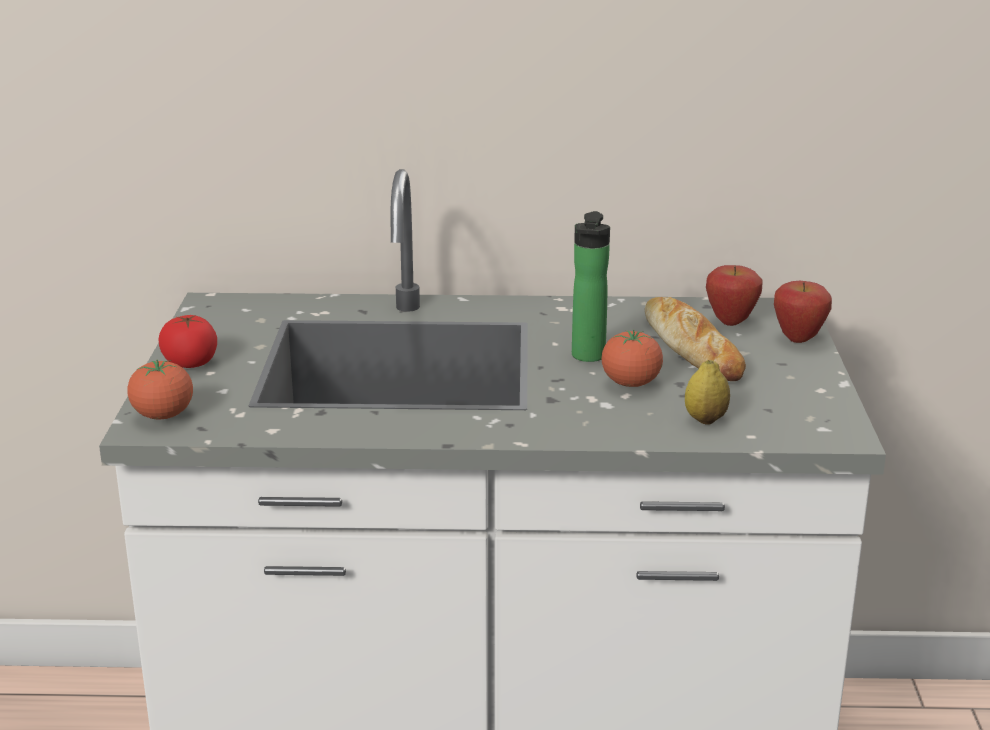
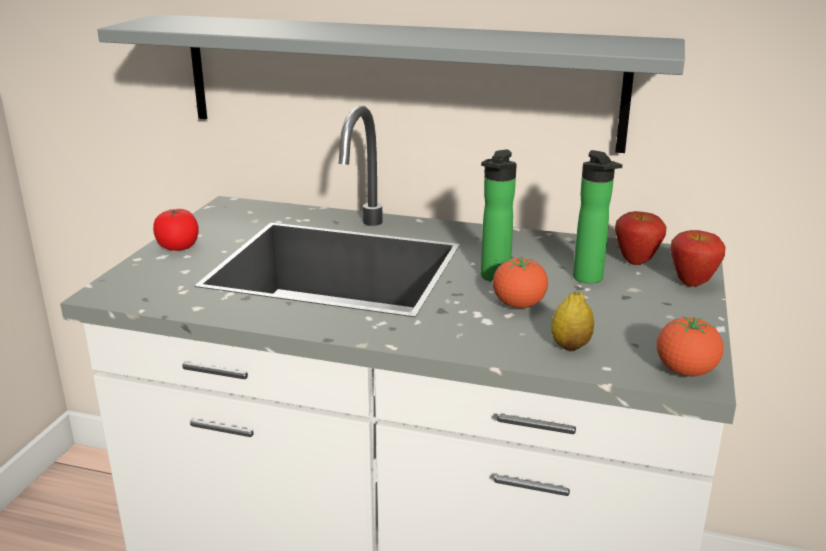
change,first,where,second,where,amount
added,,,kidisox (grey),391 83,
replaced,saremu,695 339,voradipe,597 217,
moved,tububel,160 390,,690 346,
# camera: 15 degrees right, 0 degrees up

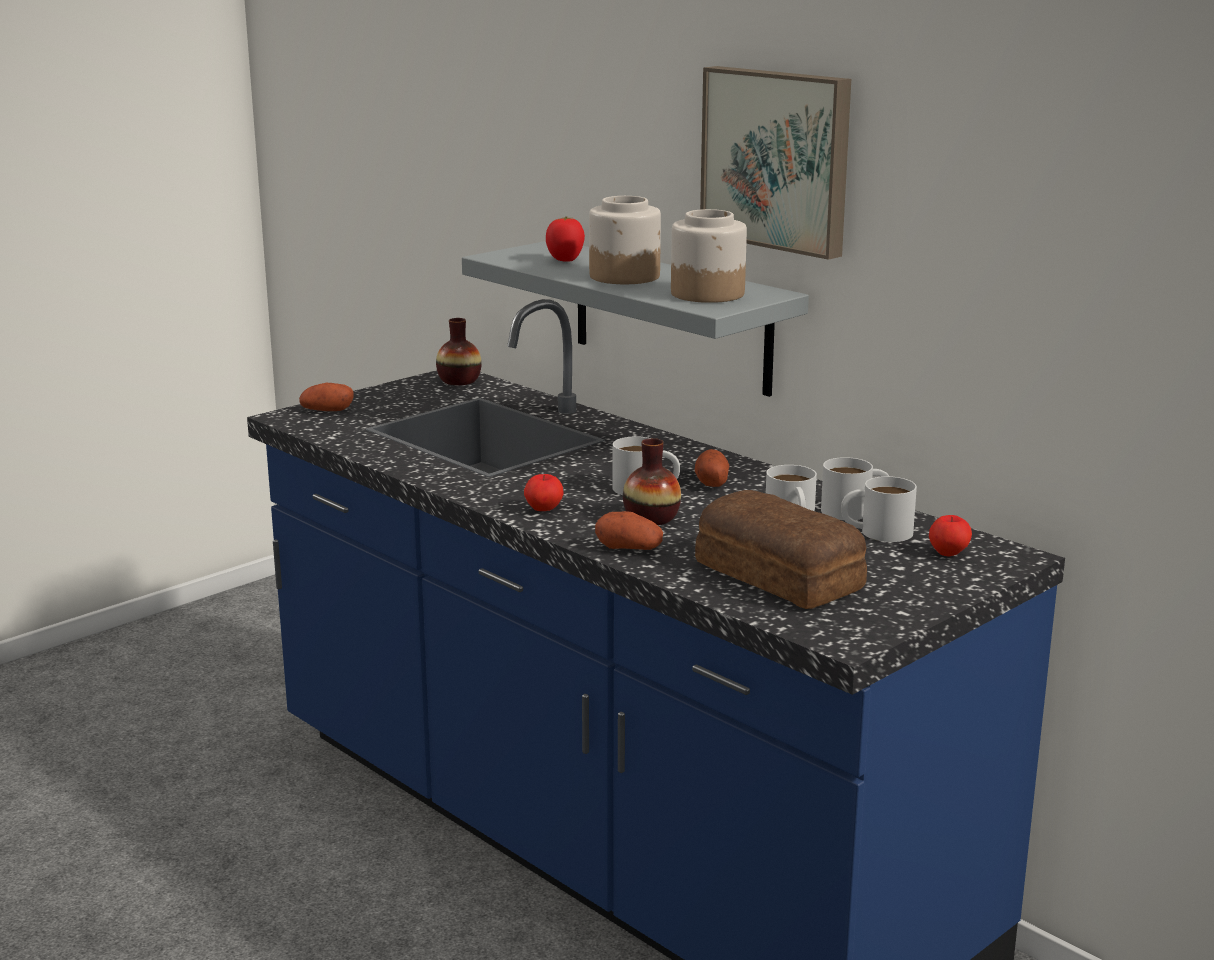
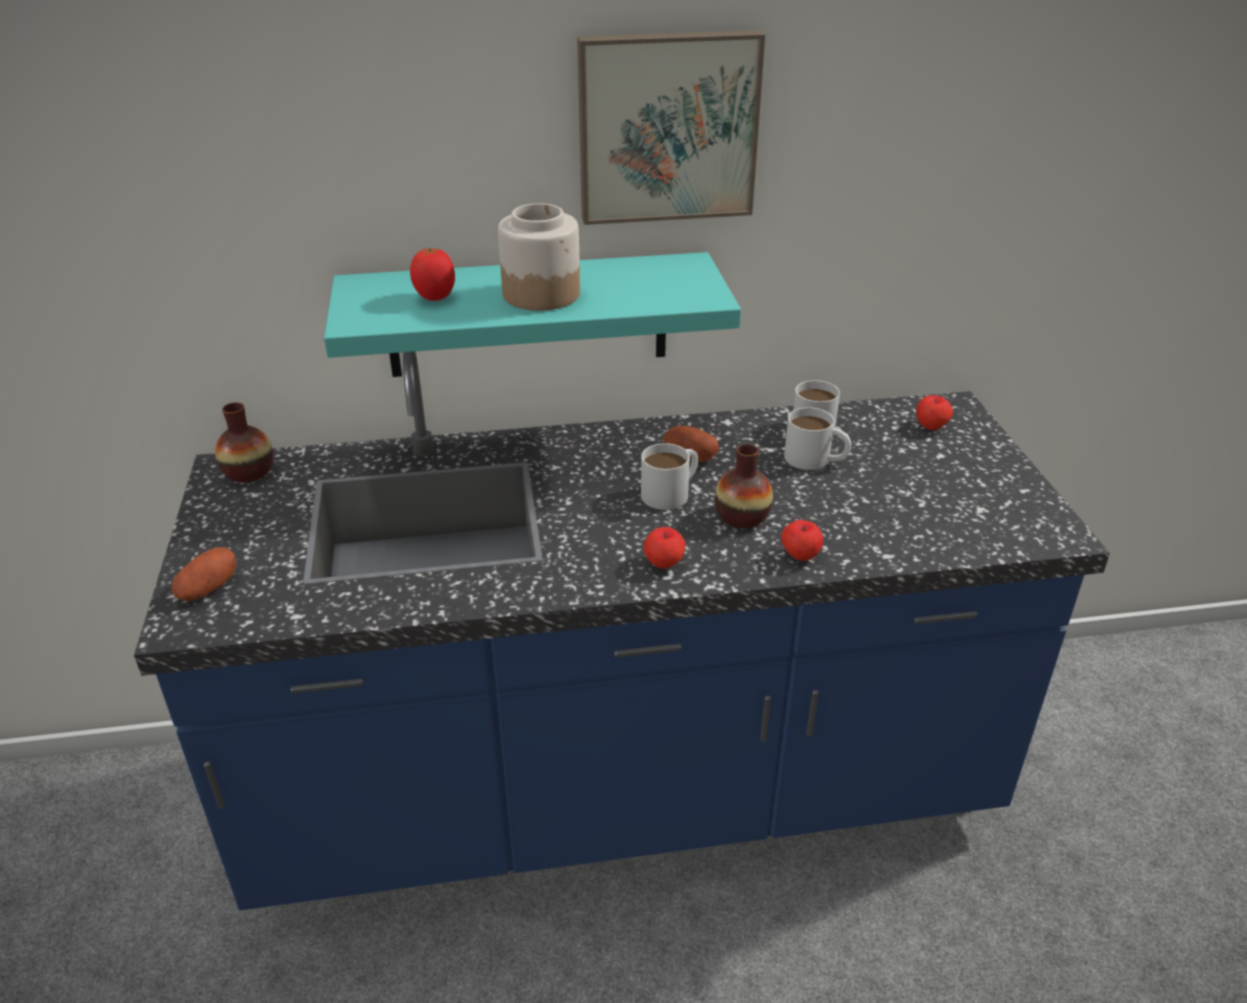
change,first,where,second,where,amount
recoloured,kidisox (grey),635 319,kidisox (turquoise),532 314,
replaced,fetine,629 530,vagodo,802 540,
removed,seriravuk,709 256,,,
removed,saremu,781 549,,,
removed,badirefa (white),879 509,,,
# camera: 55 degrees left, 15 degrees up

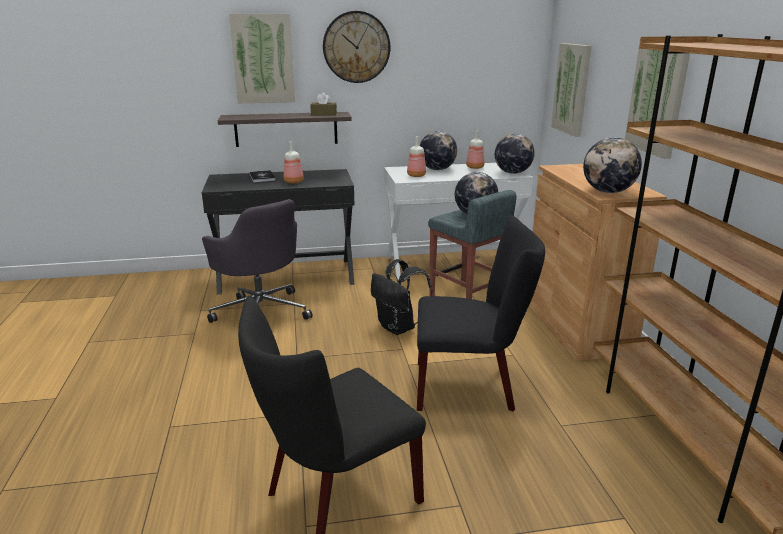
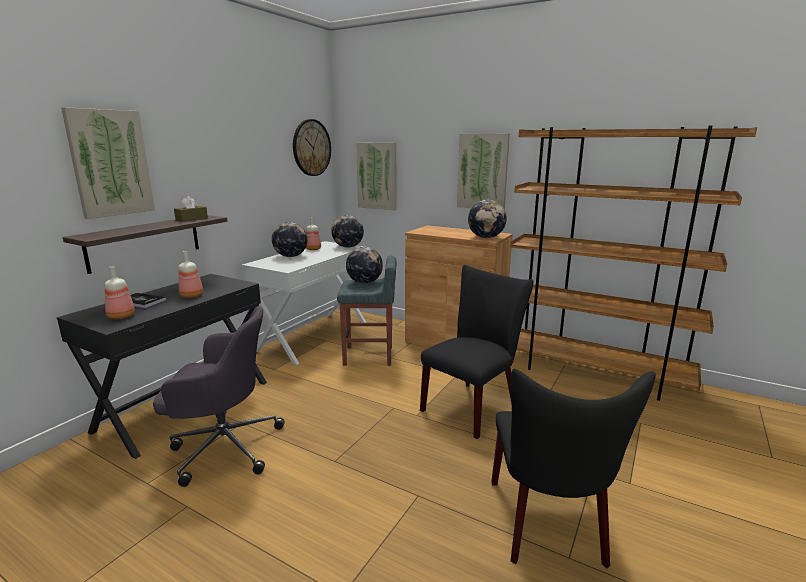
change,first,where,second,where,amount
moved,voradipe,416 156,,120 292,
moved,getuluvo,356 47,,312 147,
removed,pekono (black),401 297,,,
# camera: 50 degrees left, 5 degrees down

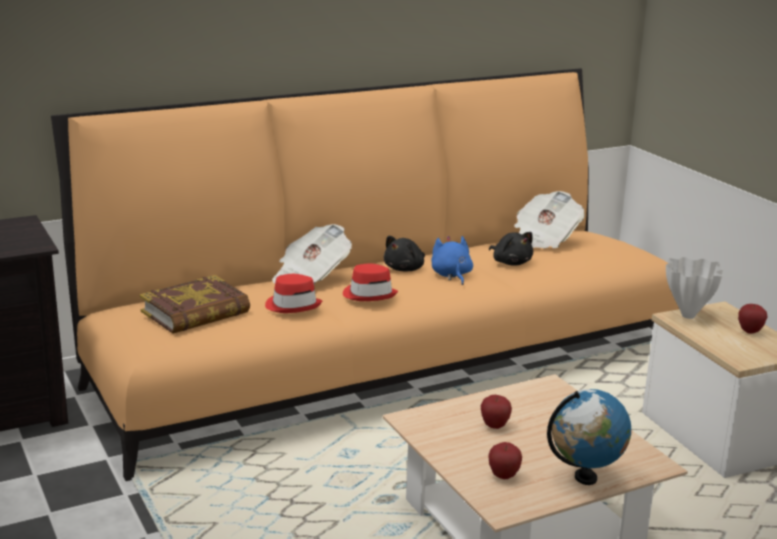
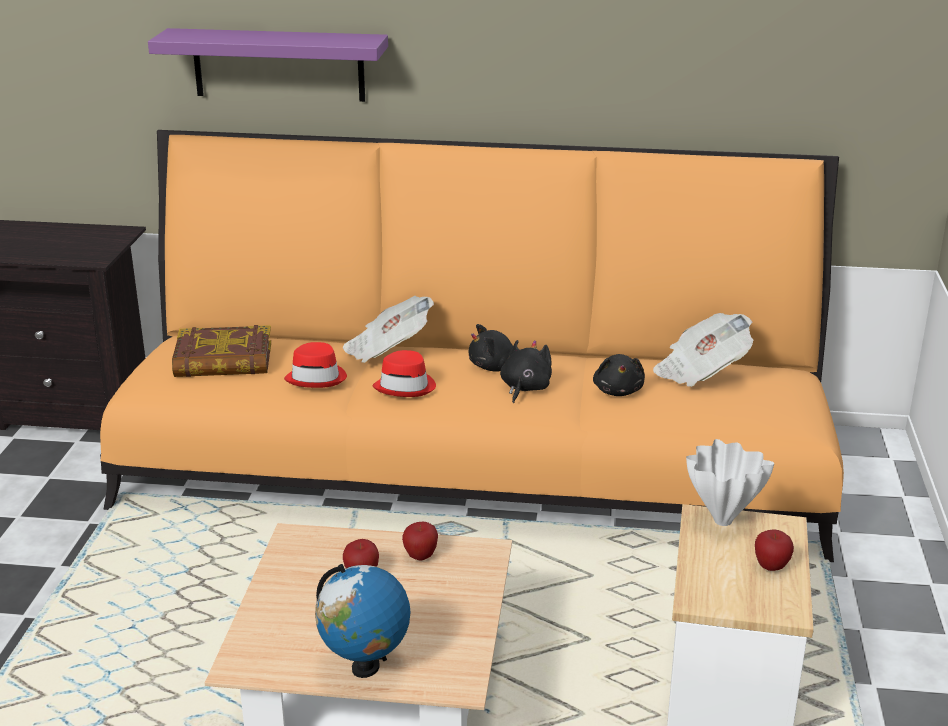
change,first,where,second,where,amount
added,,,kidisox (purple),268 65,
moved,vagodo,505 460,,420 541,
recoloured,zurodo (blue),452 260,zurodo (black),526 371,
# camera: 35 degrees right, 5 degrees up

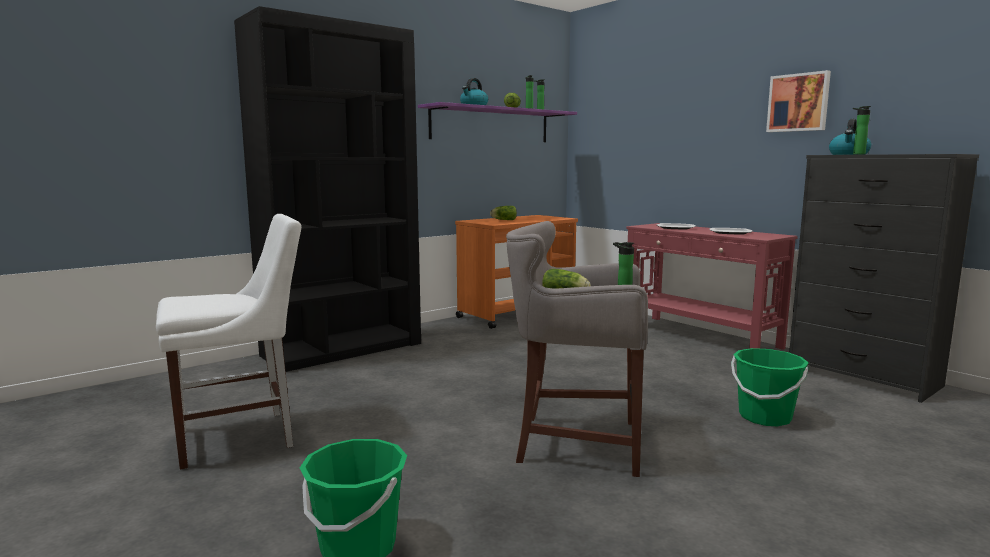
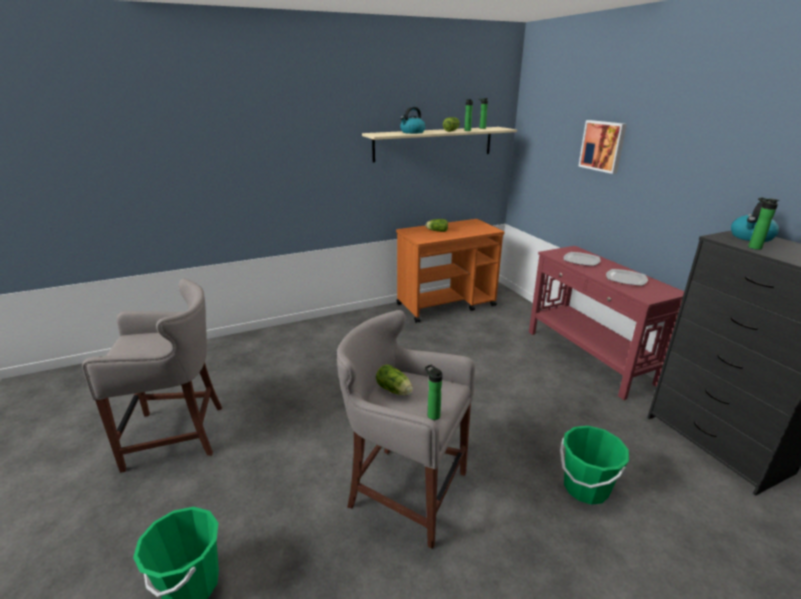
change,first,where,second,where,amount
replaced,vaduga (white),228 342,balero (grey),152 375,
recoloured,kidisox (purple),497 122,kidisox (beige),439 144,
moved,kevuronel,798 101,,603 147,
removed,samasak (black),327 189,,,
# camera: 15 degrees right, 15 degrees up

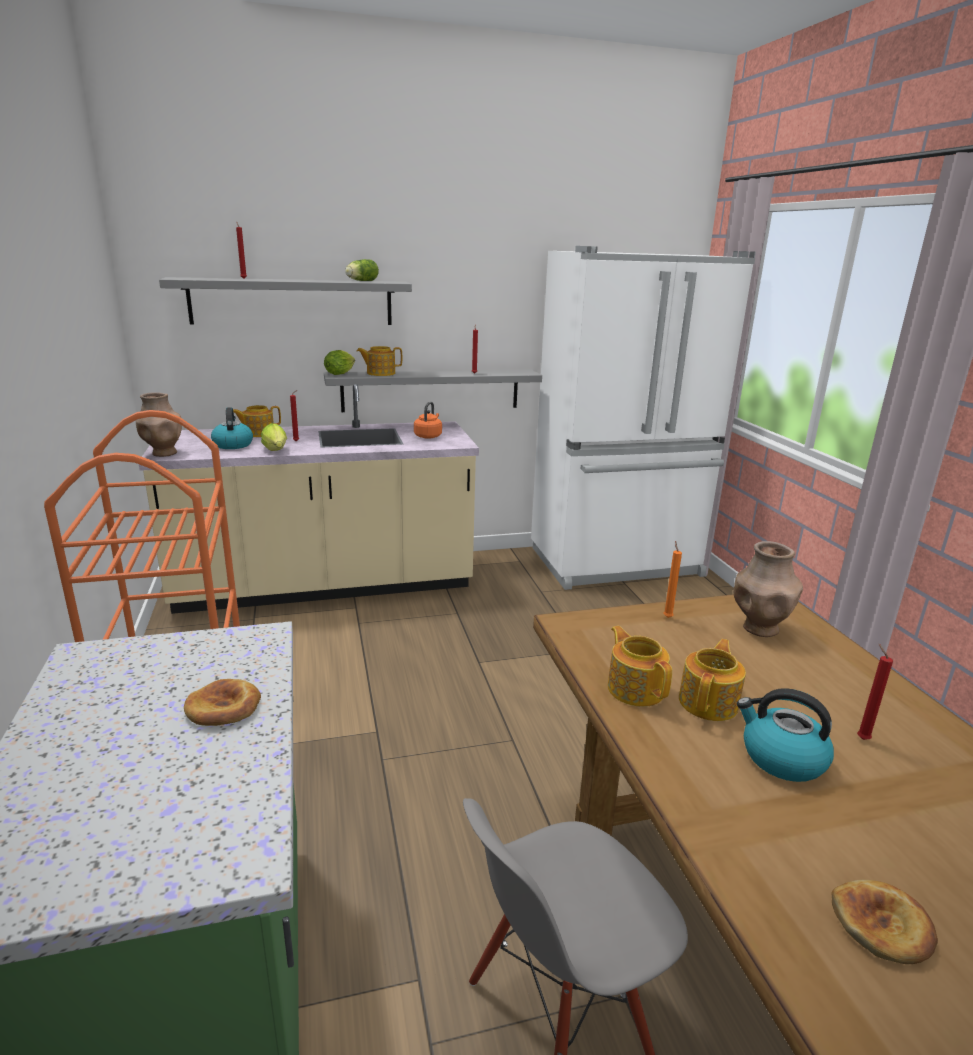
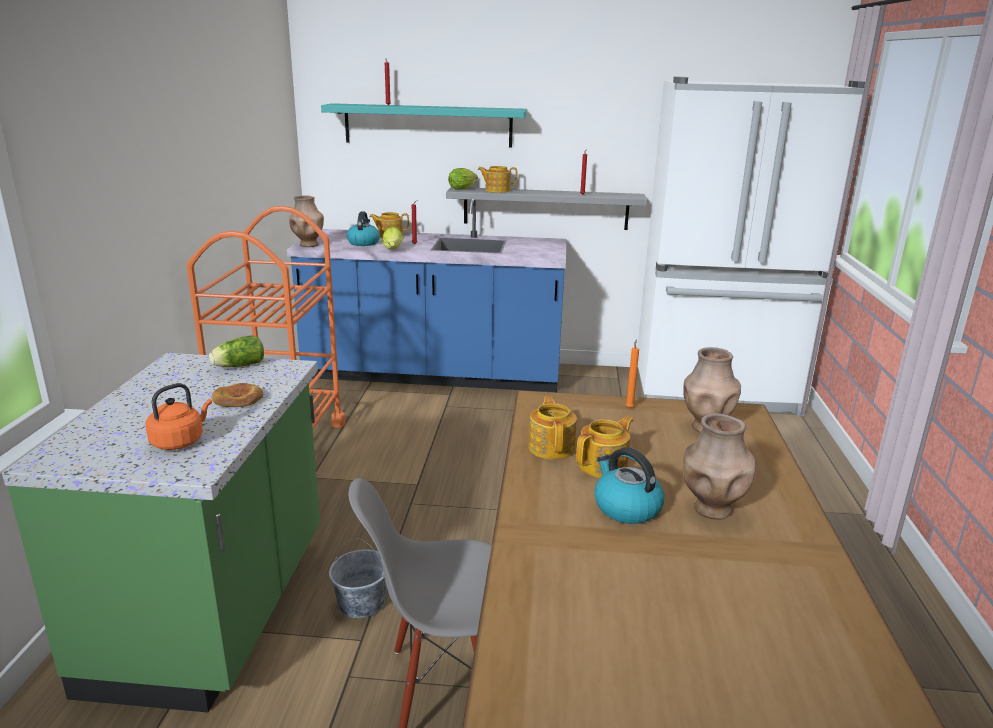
change,first,where,second,where,amount
moved,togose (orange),428 420,,178 416,
moved,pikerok,362 270,,236 351,
recoloured,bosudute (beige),309 499,bosudute (blue),427 295,
recoloured,kidisox (grey),285 301,kidisox (turquoise),424 125,
added,,,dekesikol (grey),358 578,
replaced,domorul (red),875 692,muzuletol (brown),719 466,
removed,saremu,884 922,,,
# camera: 20 degrees right, 0 degrees up

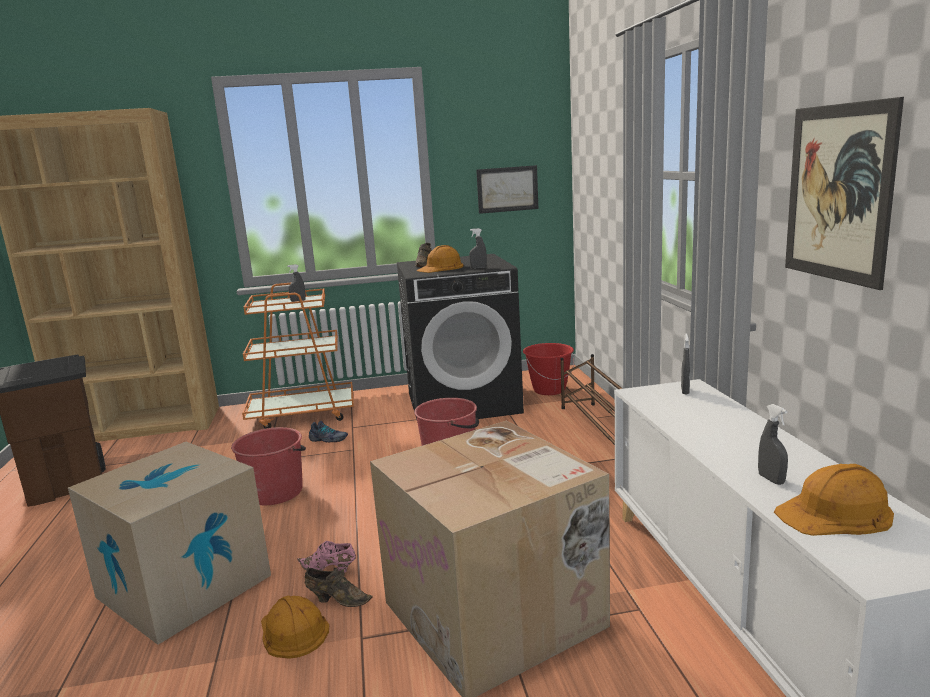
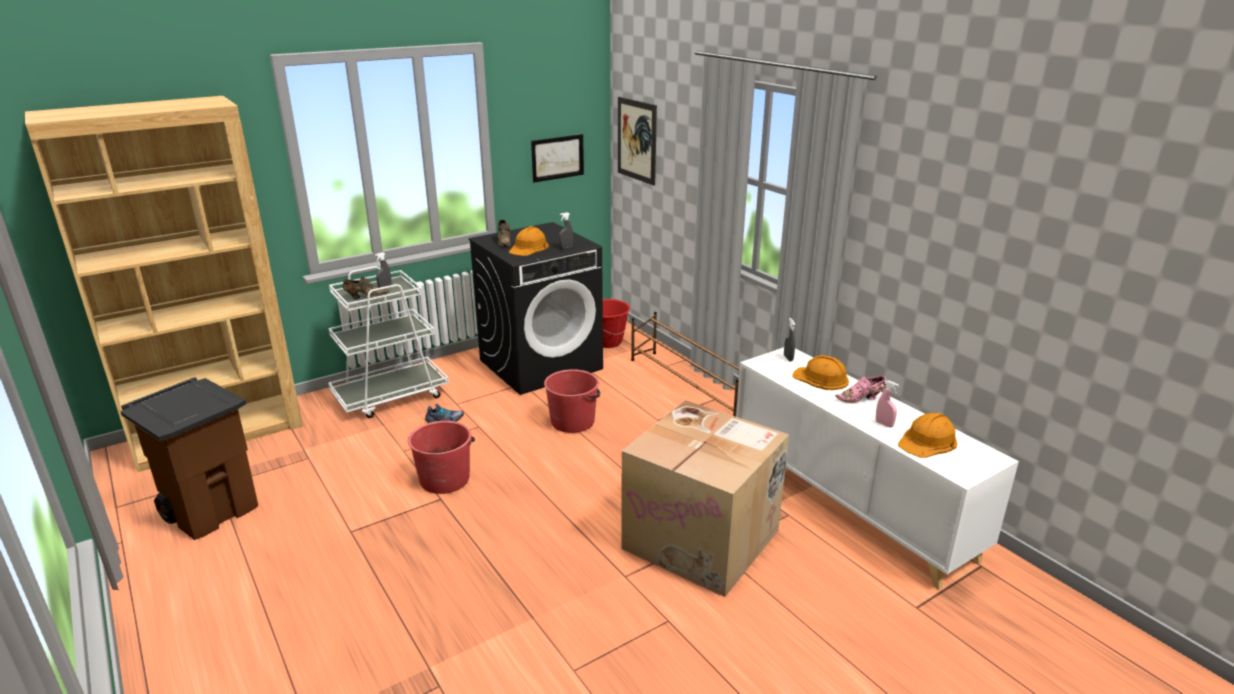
change,first,where,second,where,amount
recoloured,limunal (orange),298 355,limunal (white),388 342,
moved,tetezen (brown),338 587,,366 288,
moved,kevuronel,844 193,,637 141,
moved,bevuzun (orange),295 627,,820 372,
moved,tetezen (pink),326 557,,860 389,
recoloured,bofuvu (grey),773 444,bofuvu (pink),887 404,
removed,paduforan,169 543,,,
# camera: 25 degrees left, 10 degrees up

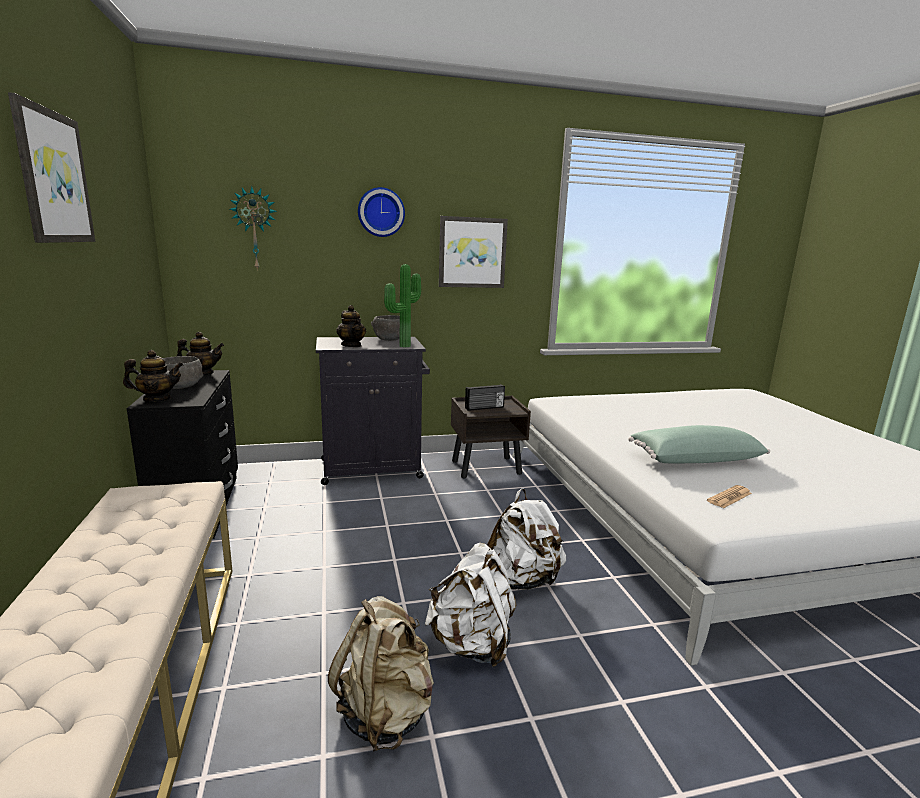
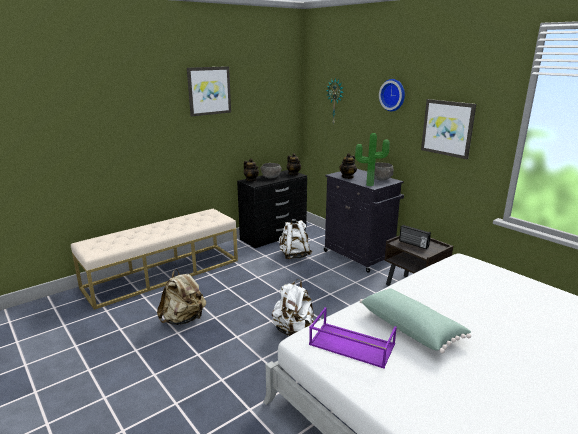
change,first,where,second,where,amount
moved,pekono (white),470 605,,295 239,
replaced,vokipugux,729 496,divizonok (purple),353 338,
# camera: 65 degrees right, 5 degrees up

